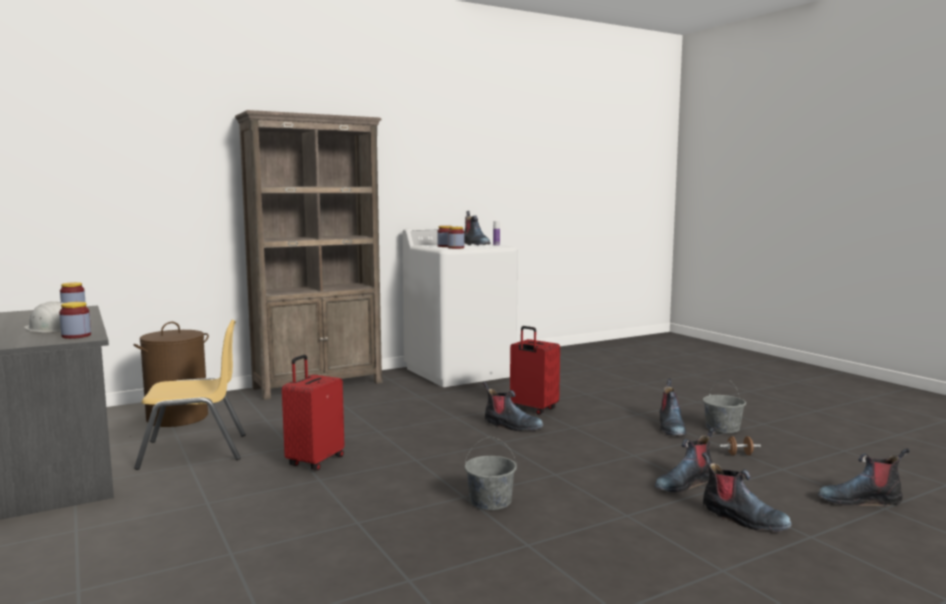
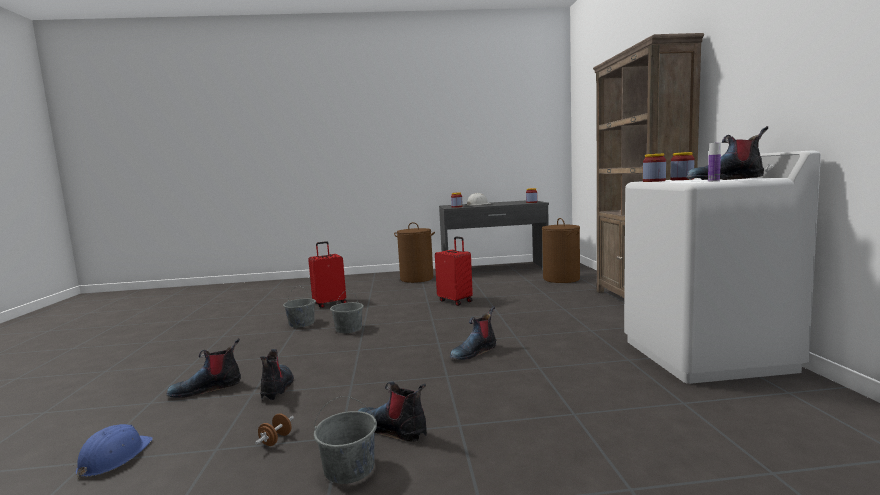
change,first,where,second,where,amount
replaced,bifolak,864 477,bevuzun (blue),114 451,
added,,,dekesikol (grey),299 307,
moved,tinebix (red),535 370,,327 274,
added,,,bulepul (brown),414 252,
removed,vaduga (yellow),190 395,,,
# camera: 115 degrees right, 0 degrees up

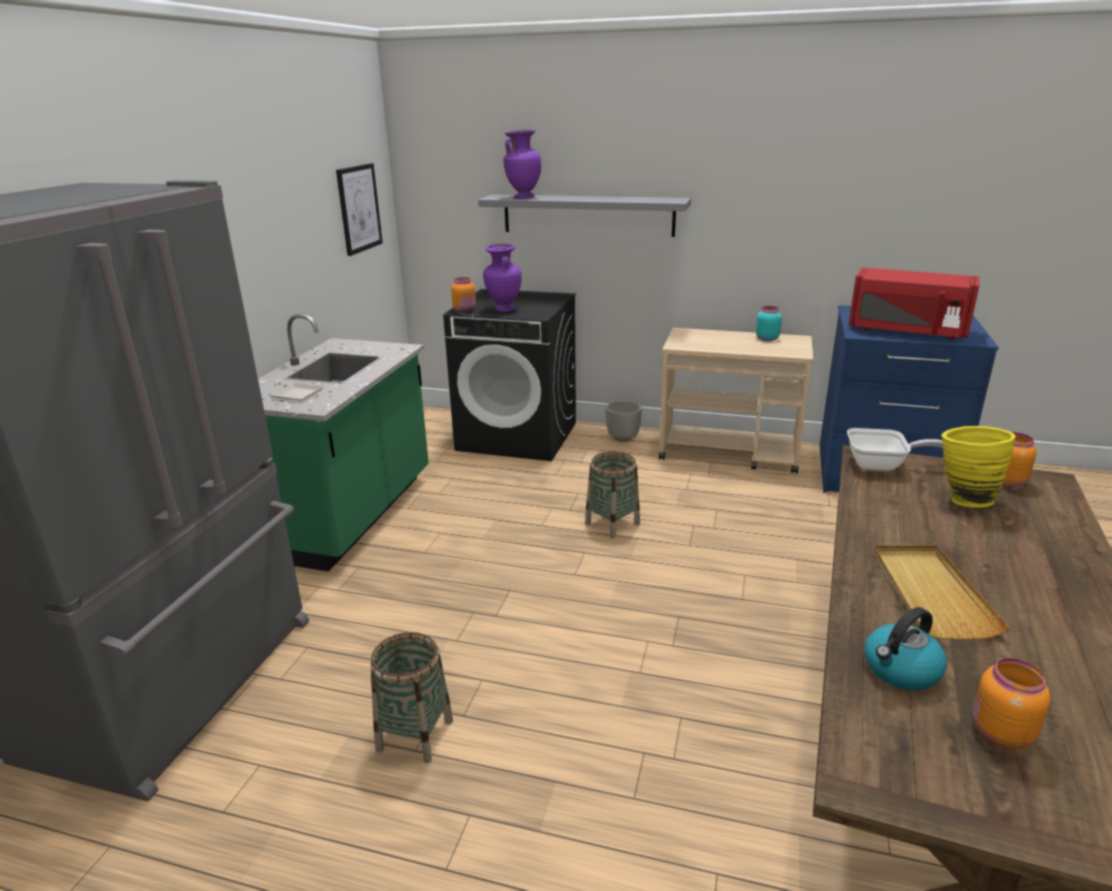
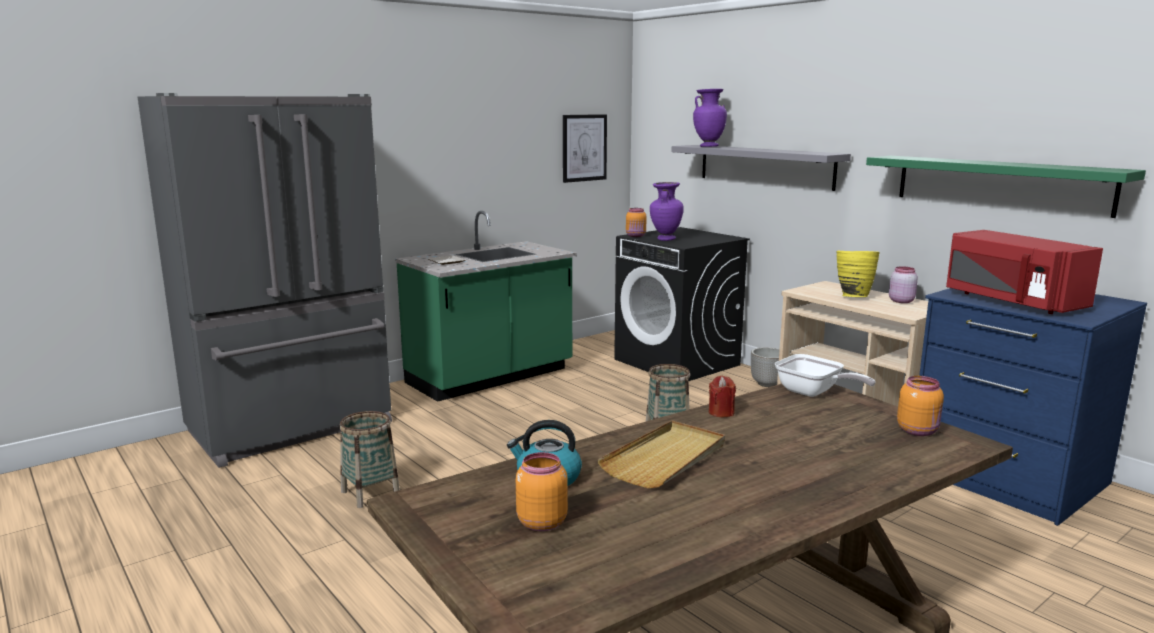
change,first,where,second,where,amount
added,,,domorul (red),722 396,
moved,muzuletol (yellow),978 467,,858 274,
added,,,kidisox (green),1006 187,
recoloured,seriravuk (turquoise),769 323,seriravuk (pink),903 284,
# camera: 35 degrees right, 10 degrees down

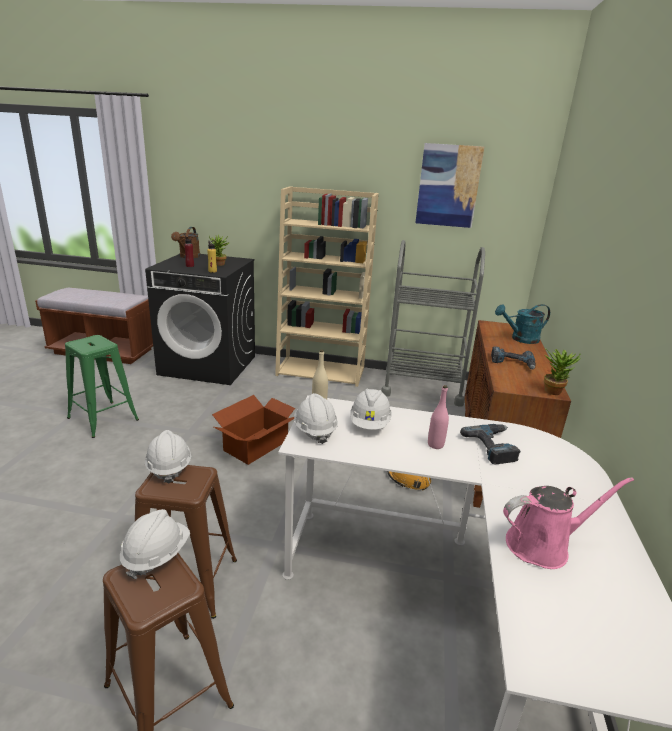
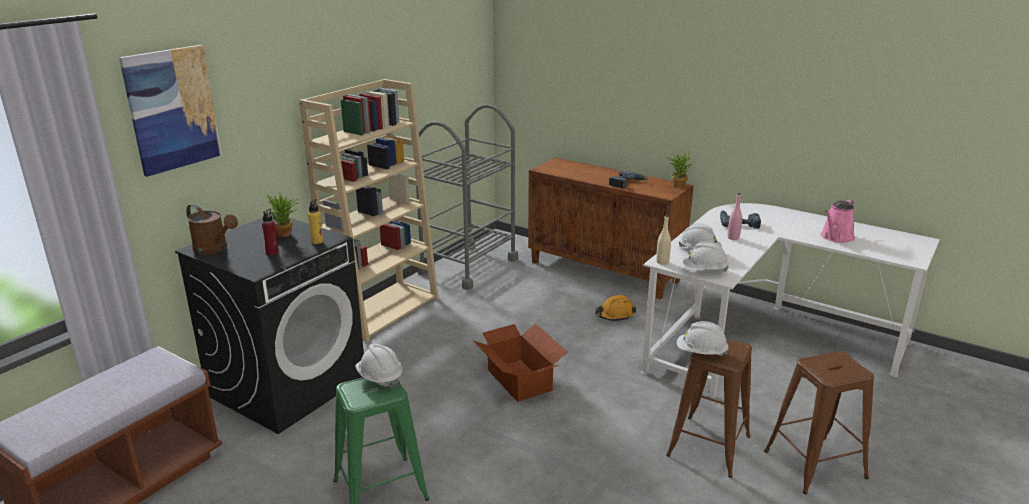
change,first,where,second,where,amount
moved,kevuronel,449 185,,170 111,
moved,bevuzun (white),155 544,,378 366,
turned,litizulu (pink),568 523,,837 221,150 degrees counterclockwise
removed,litizulu (turquoise),522 324,,,
# camera: 65 degrees left, 0 degrees up

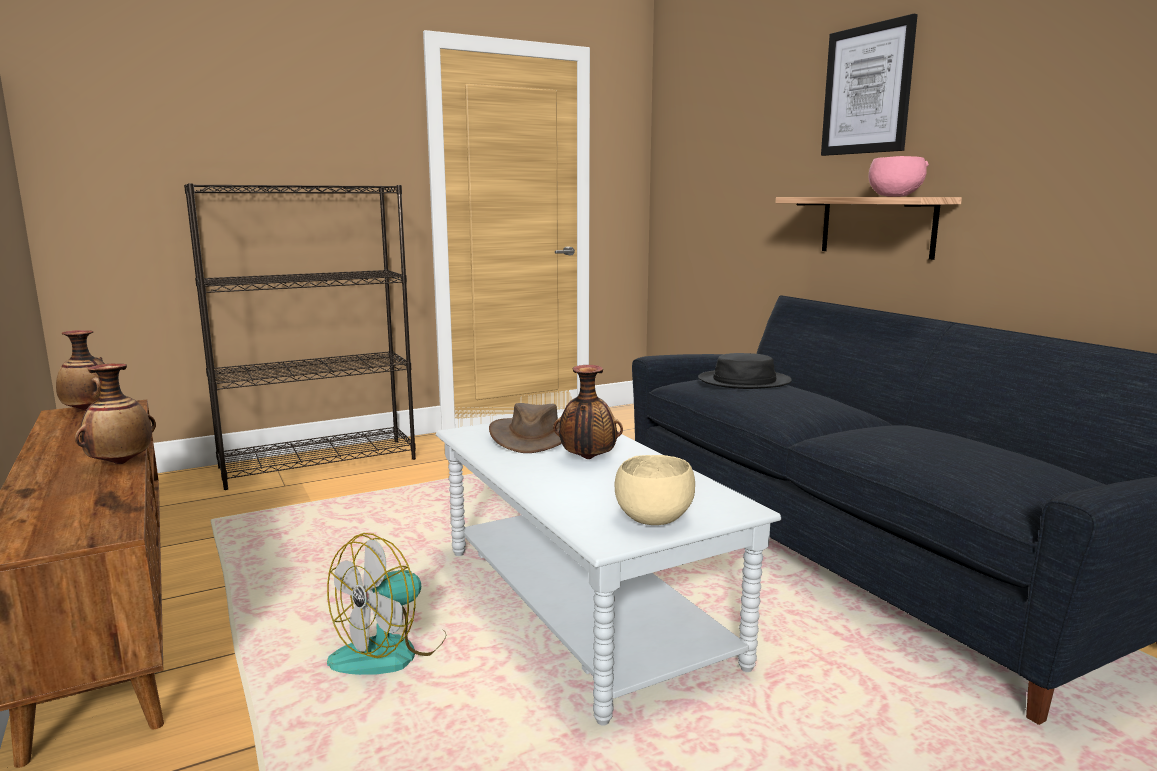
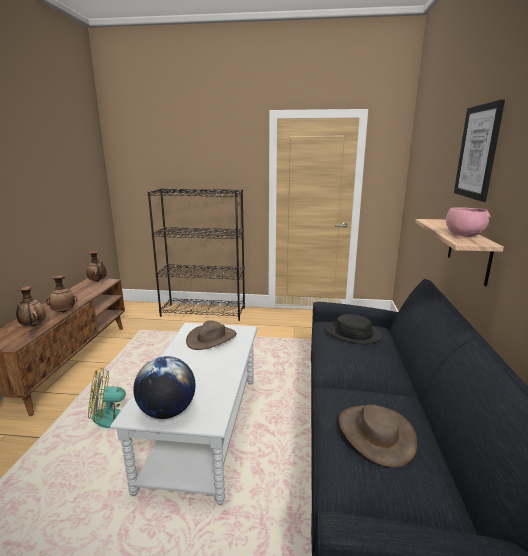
change,first,where,second,where,amount
moved,muzuletol,588 412,,31 306,
replaced,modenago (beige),654 490,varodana,164 387,
added,,,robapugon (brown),378 436,
# camera: 35 degrees right, 5 degrees up

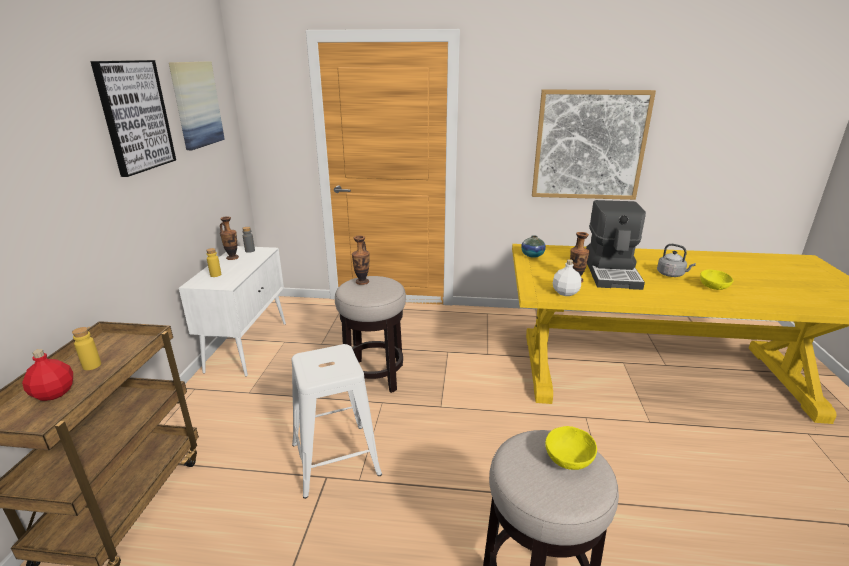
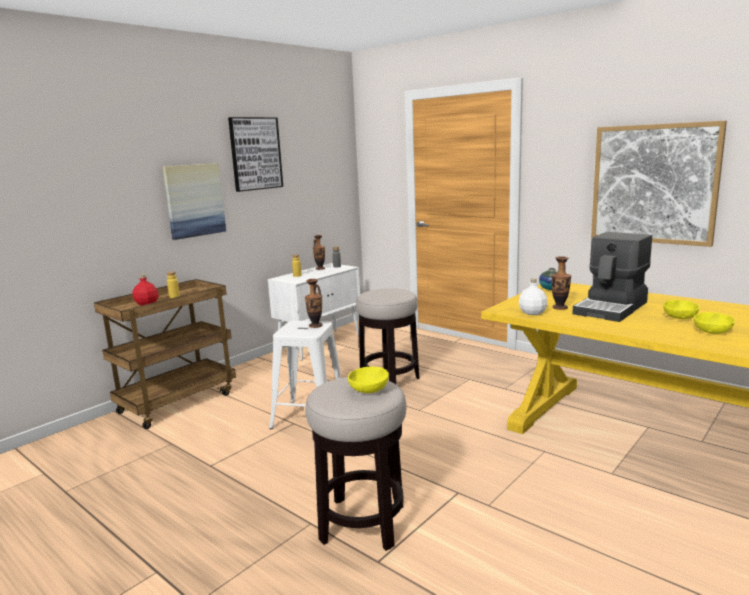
change,first,where,second,where,amount
moved,kevuronel,197 105,,194 201,
moved,muzuletol,361 260,,313 303,
replaced,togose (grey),676 260,modenago (yellow),681 309,
# camera: 35 degrees right, 10 degrees down

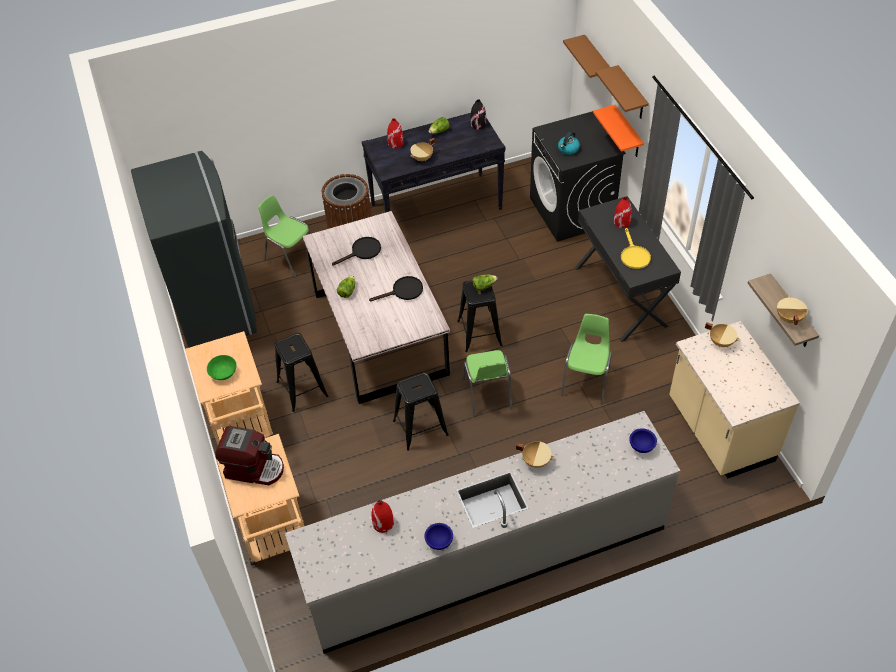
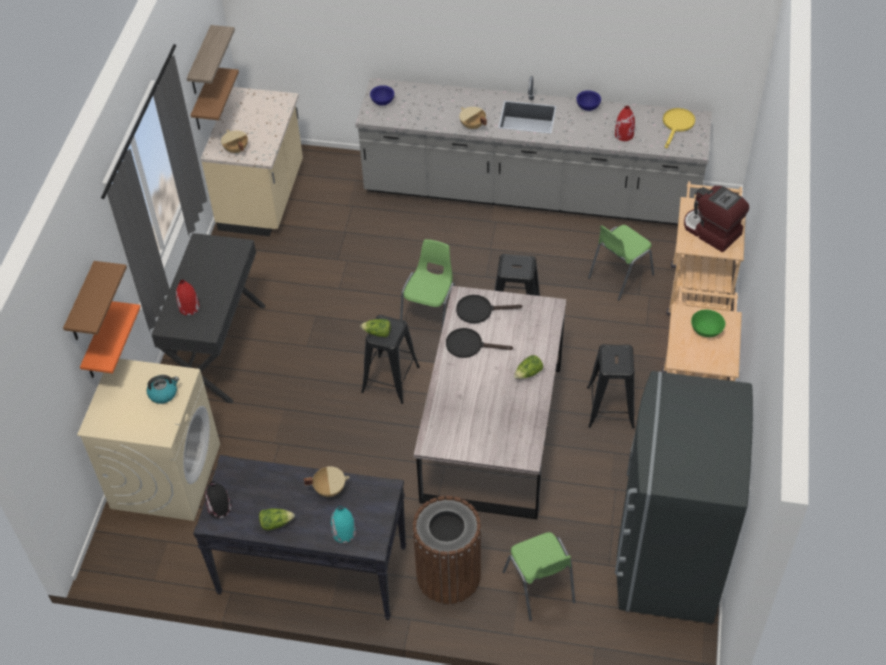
change,first,where,second,where,amount
recoloured,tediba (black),578 176,tediba (beige),148 440,
moved,kidisox (brown),586 56,,215 99,
recoloured,muzuletol (red),395 133,muzuletol (turquoise),343 524,
moved,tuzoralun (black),356 251,,489 309,
moved,vaduga (green),586 359,,621 263,
moved,tuzoralun (yellow),636 248,,679 128,
removed,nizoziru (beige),792 310,,,
# camera: 150 degrees left, 0 degrees up

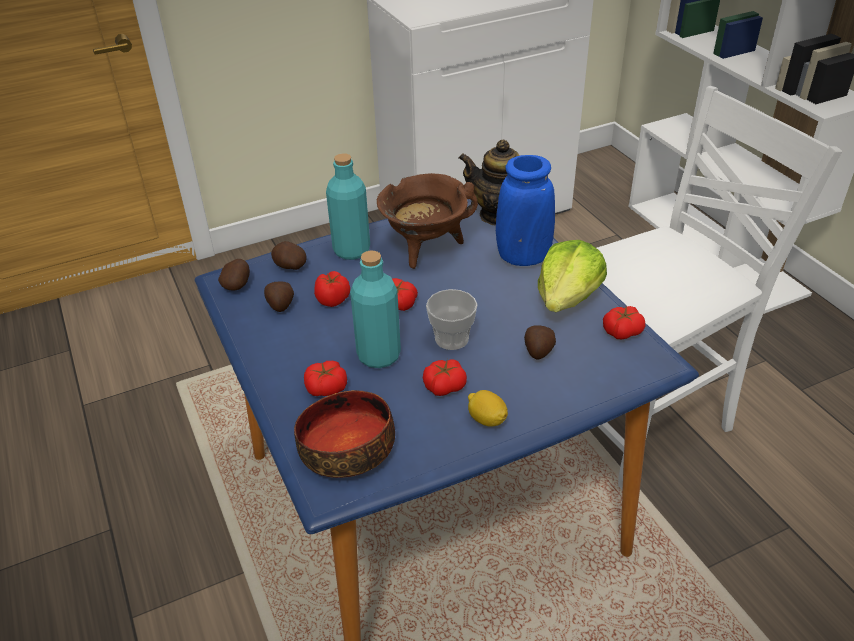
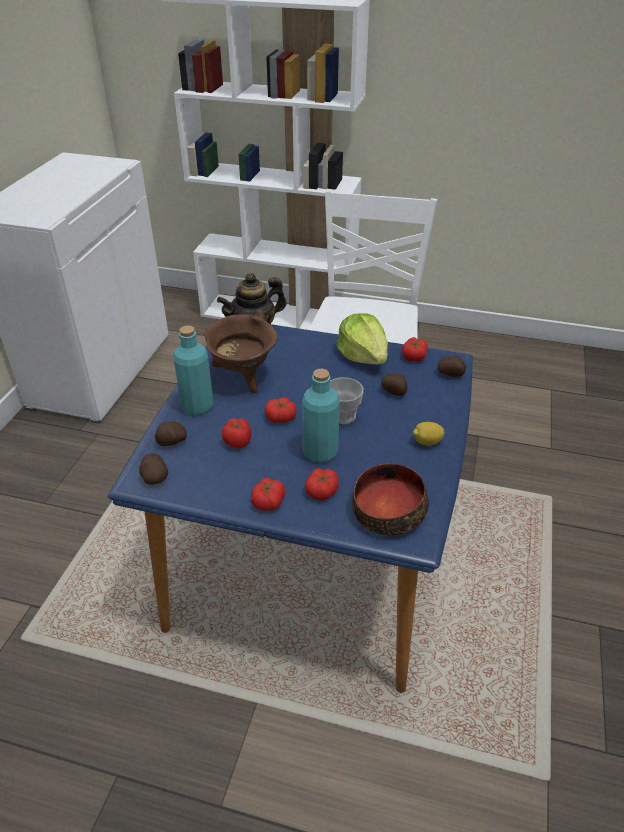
change,first,where,second,where,amount
moved,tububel,445 377,,268 494,
moved,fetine,279 296,,452 366,
removed,muzuletol (blue),525 210,,,
# camera: 50 degrees left, 0 degrees up

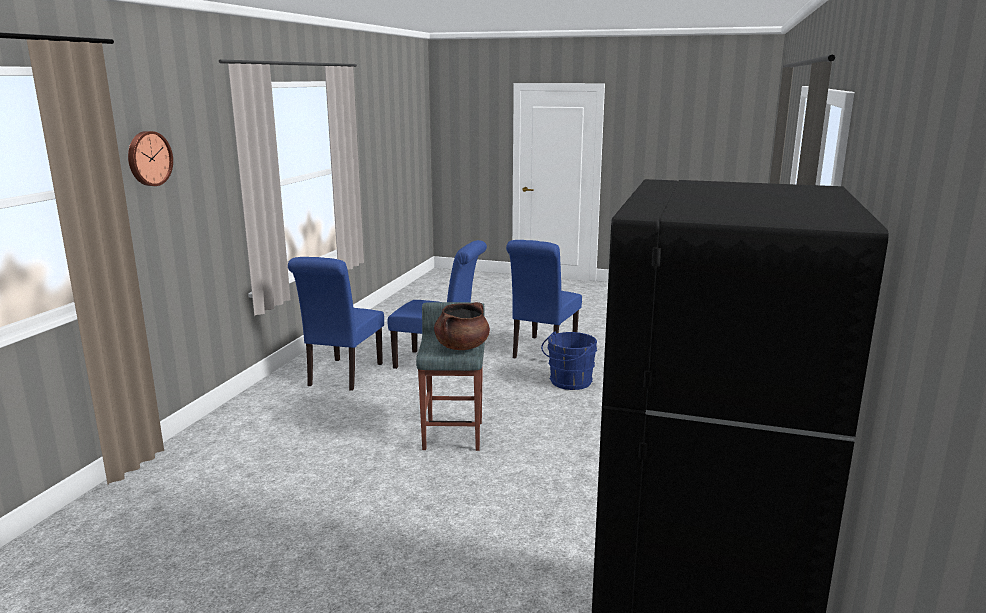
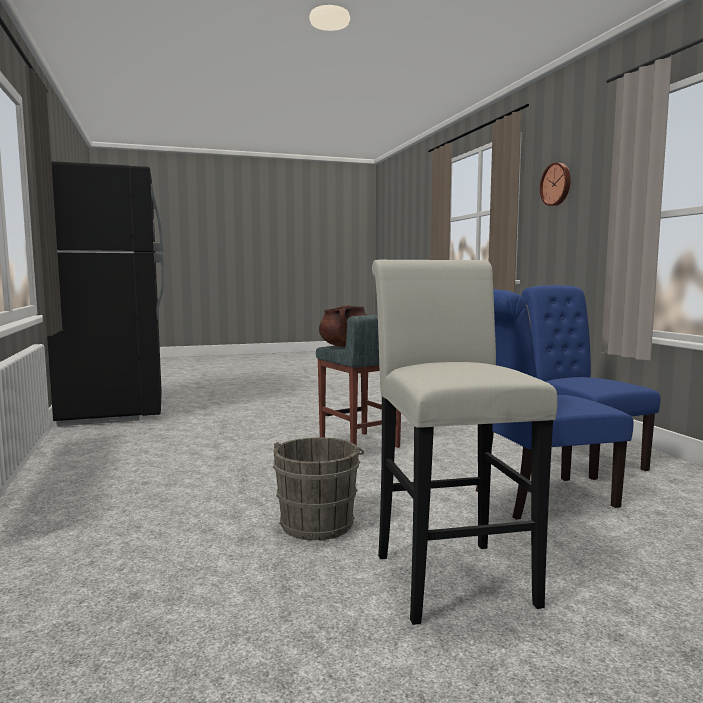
change,first,where,second,where,amount
recoloured,dekesikol (blue),569 361,dekesikol (grey),318 488,
replaced,vaduga (blue),544 299,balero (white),465 442,
# camera: 145 degrees right, 10 degrees down

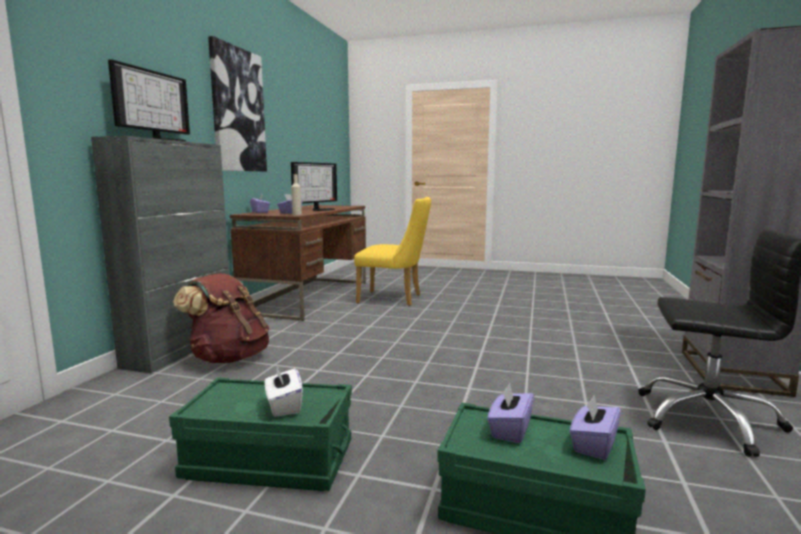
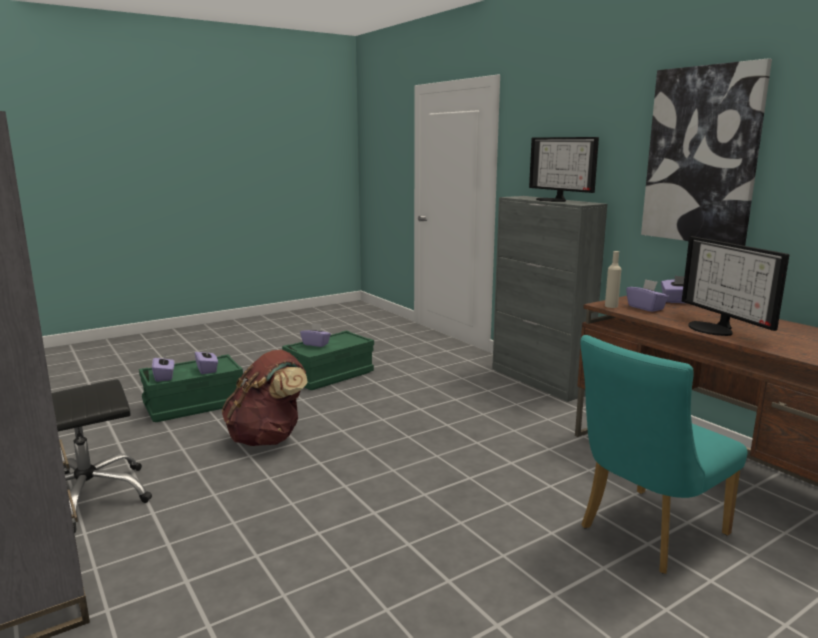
change,first,where,second,where,amount
moved,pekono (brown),221 318,,265 398,
recoloured,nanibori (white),284 390,nanibori (purple),315 335,
recoloured,vaduga (yellow),392 251,vaduga (turquoise),663 454,
# camera: 130 degrees right, 5 degrees up

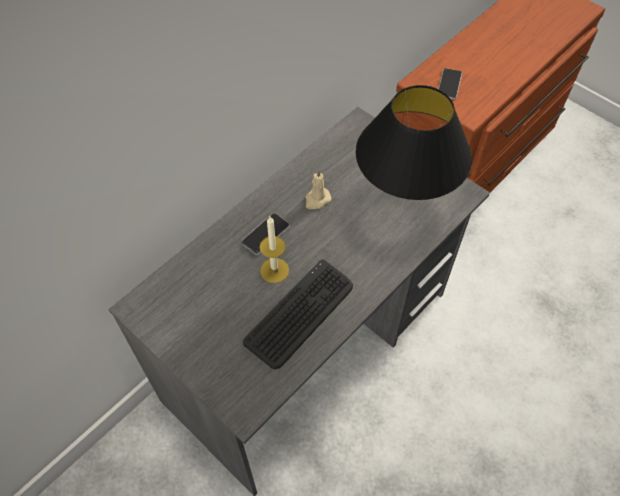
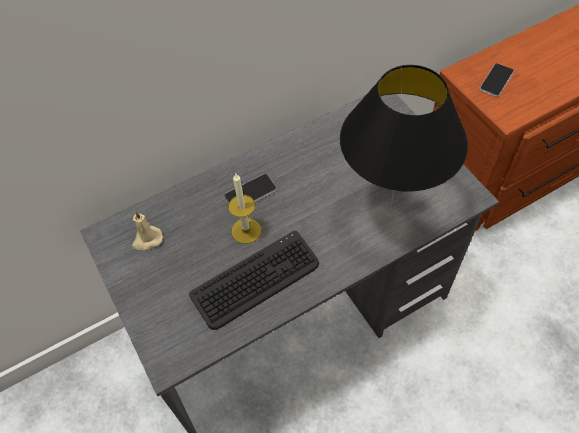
change,first,where,second,where,amount
moved,domorul (beige),318 189,,147 231,
# camera: 20 degrees right, 0 degrees up

